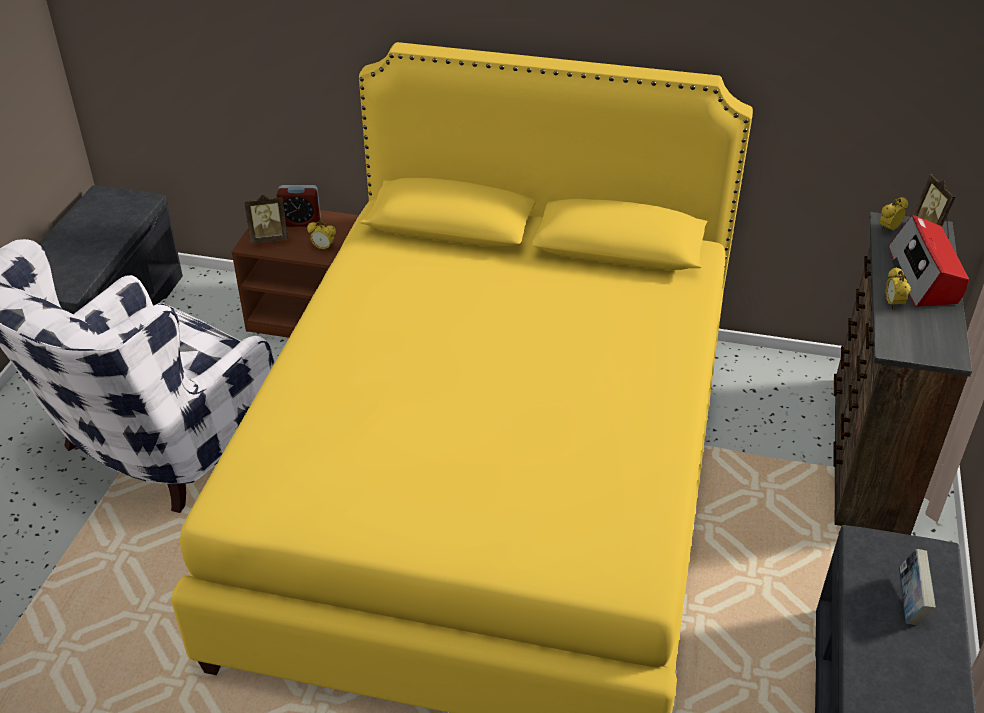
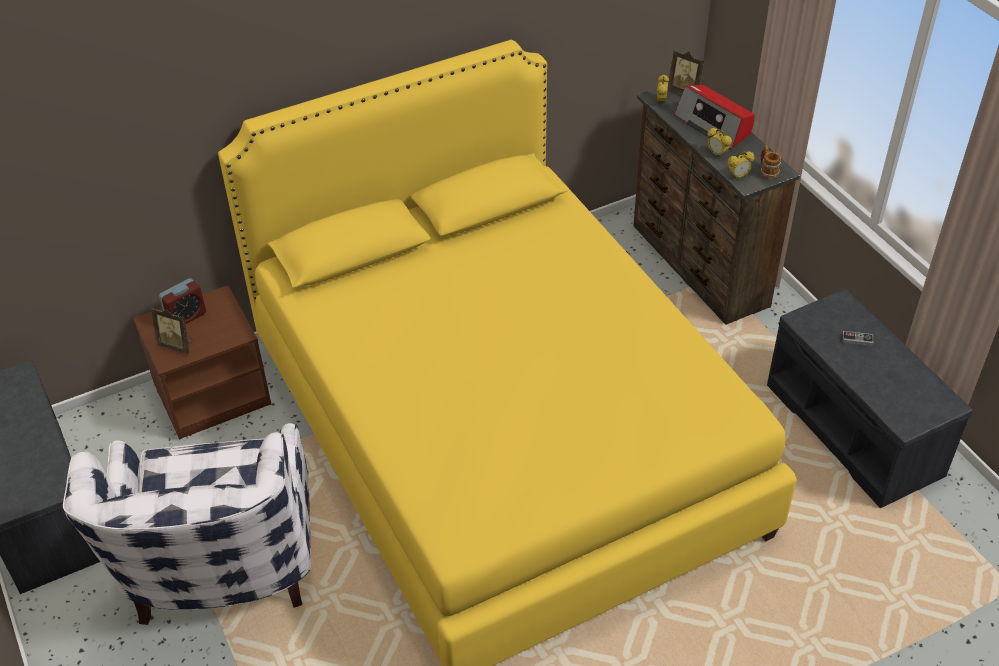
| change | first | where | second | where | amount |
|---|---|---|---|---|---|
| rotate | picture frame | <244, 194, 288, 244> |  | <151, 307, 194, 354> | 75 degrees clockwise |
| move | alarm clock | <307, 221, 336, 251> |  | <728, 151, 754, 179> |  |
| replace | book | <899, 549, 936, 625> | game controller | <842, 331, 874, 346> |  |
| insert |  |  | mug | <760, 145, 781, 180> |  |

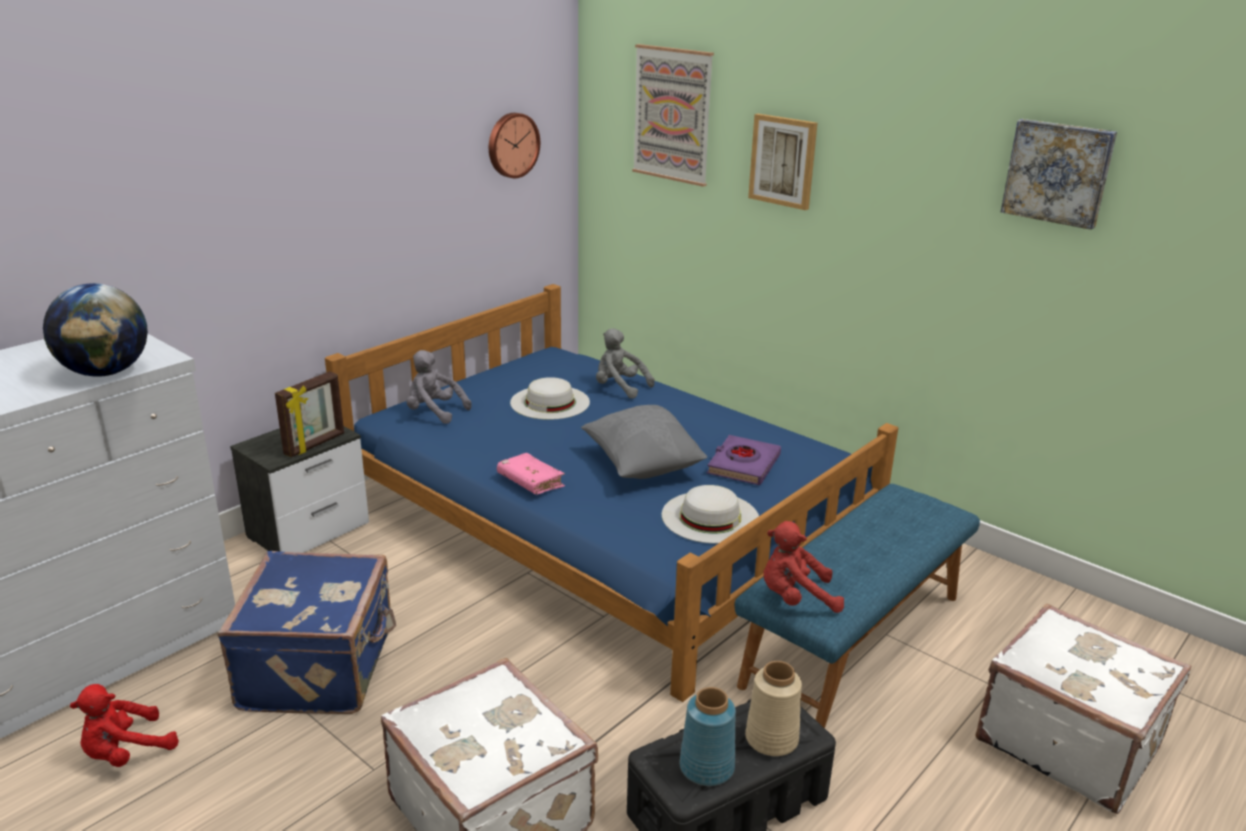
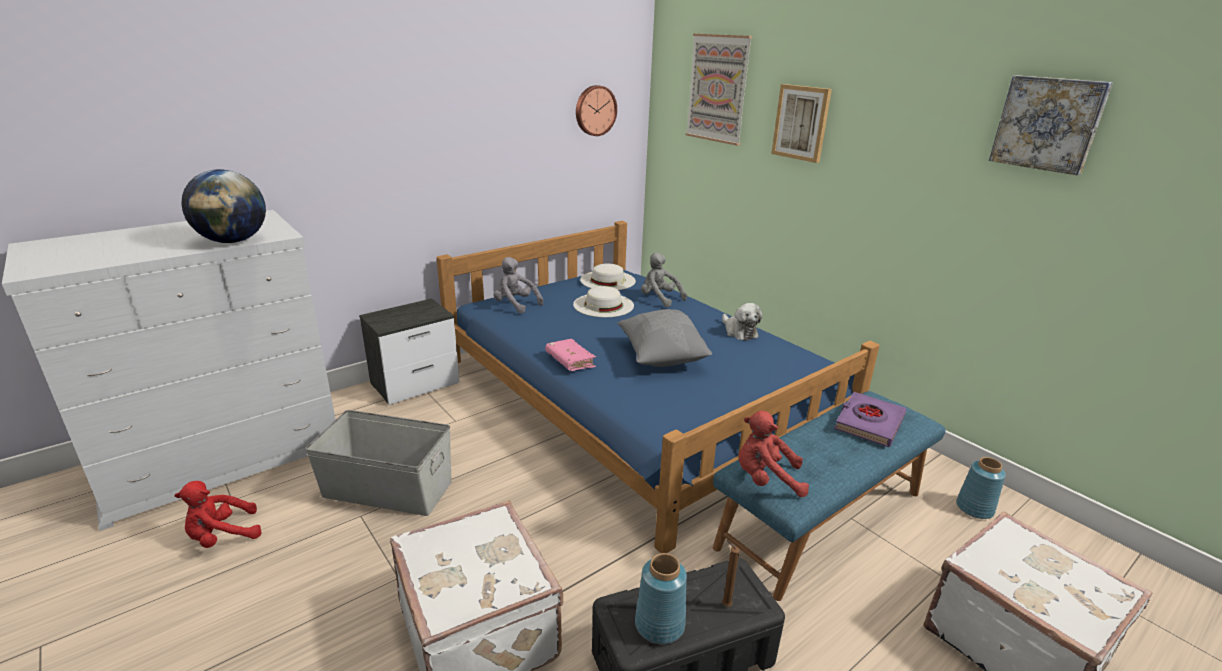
| change | first | where | second | where | amount |
|---|---|---|---|---|---|
| delete | picture frame | <275, 371, 344, 457> |  |  |  |
| move | purple book | <707, 435, 781, 485> |  | <834, 392, 907, 447> |  |
| move | white hat | <662, 485, 759, 543> |  | <580, 264, 636, 290> |  |
| replace | blue suitcase | <218, 551, 396, 714> | grey storage box | <305, 410, 452, 516> |  |
| replace | beige vase | <745, 661, 802, 756> | brown candle | <722, 540, 739, 607> |  |
| insert |  |  | plush toy | <722, 303, 762, 341> |  |
| insert |  |  | blue vase | <956, 457, 1006, 519> |  |

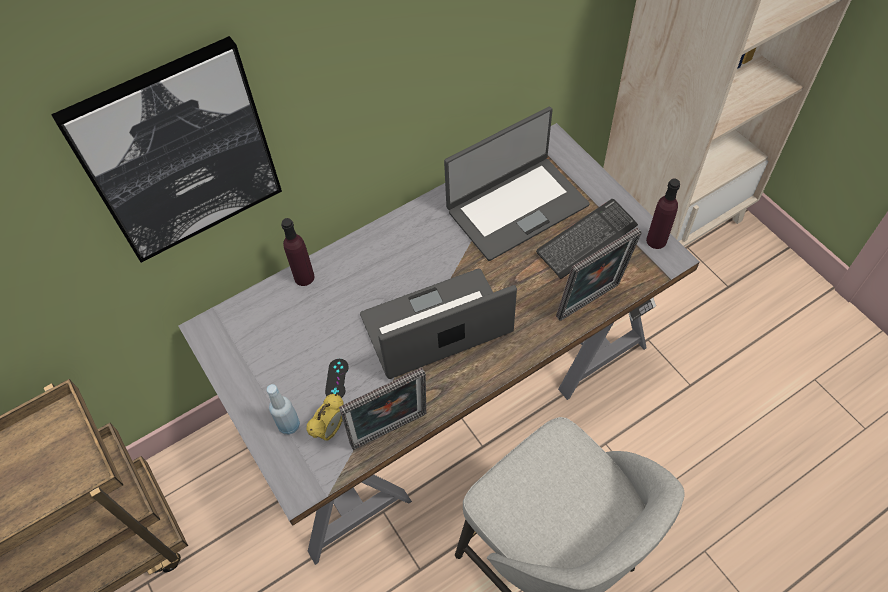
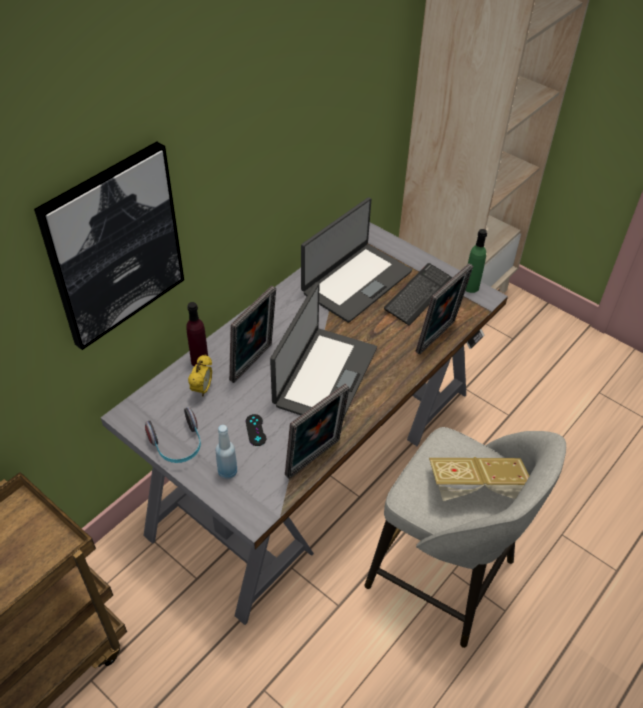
| change | first | where | second | where | amount |
|---|---|---|---|---|---|
| recolor | purple bottle | <646, 179, 680, 249> | green bottle | <465, 229, 487, 293> |  |
| rotate | laptop | <360, 268, 517, 379> |  | <270, 282, 377, 416> | 150 degrees clockwise |
| move | alarm clock | <306, 394, 344, 440> |  | <188, 354, 212, 396> |  |
| insert |  |  | picture frame | <229, 286, 276, 383> |  |
| insert |  |  | headphones | <145, 407, 201, 463> |  |
| insert |  |  | book | <429, 457, 529, 501> |  |

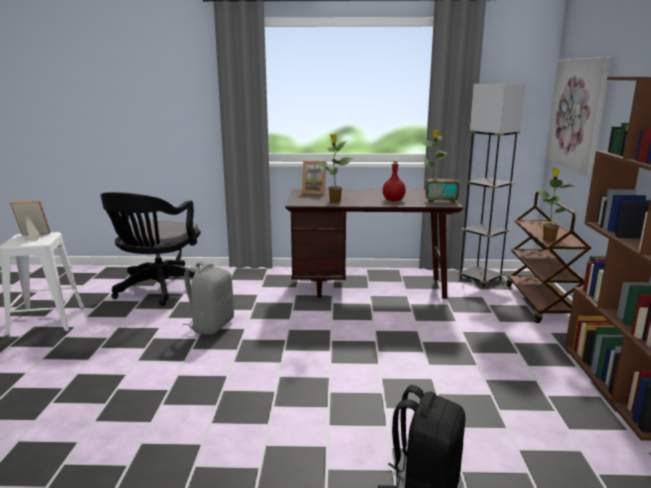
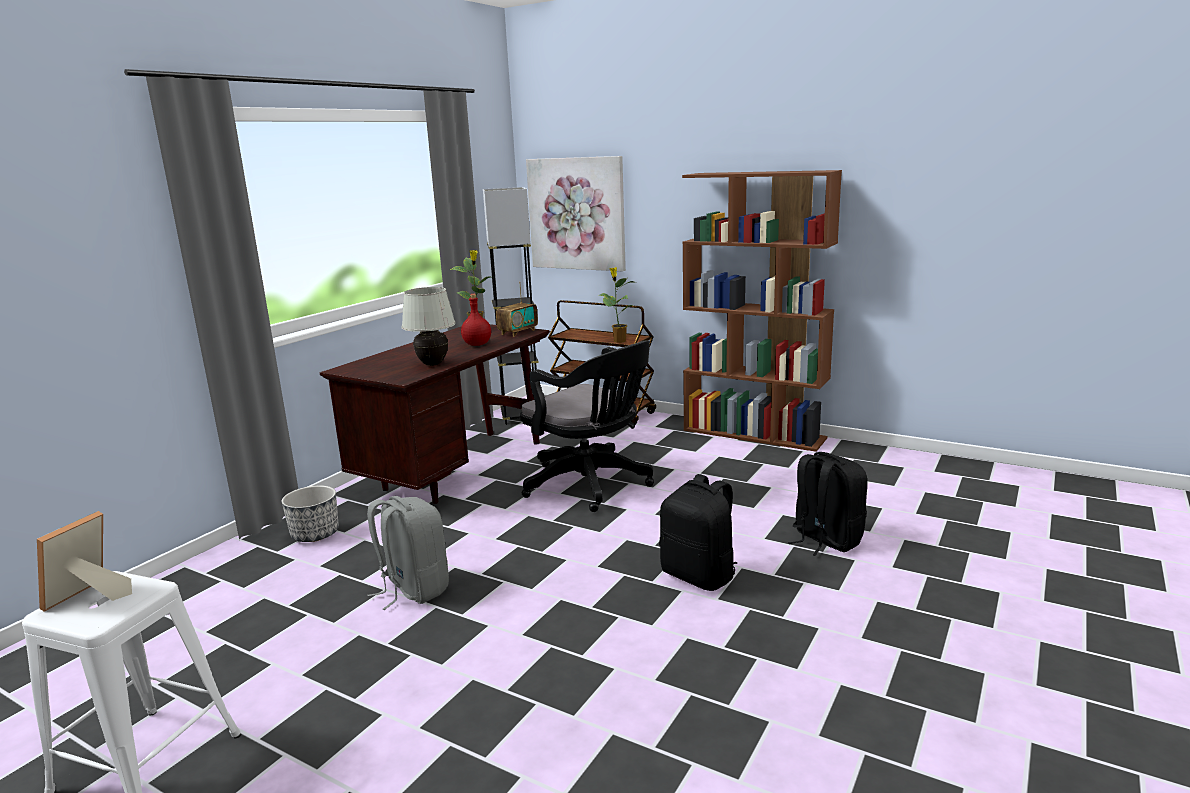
| change | first | where | second | where | amount |
|---|---|---|---|---|---|
| replace | potted plant | <314, 134, 354, 203> | white table lamp | <402, 287, 455, 366> |  |
| delete | picture frame | <302, 161, 327, 194> |  |  |  |
| move | black office chair | <100, 192, 201, 306> |  | <520, 340, 654, 512> |  |
| insert |  |  | black backpack | <659, 474, 737, 591> |  |
| insert |  |  | planter | <282, 485, 339, 542> |  |

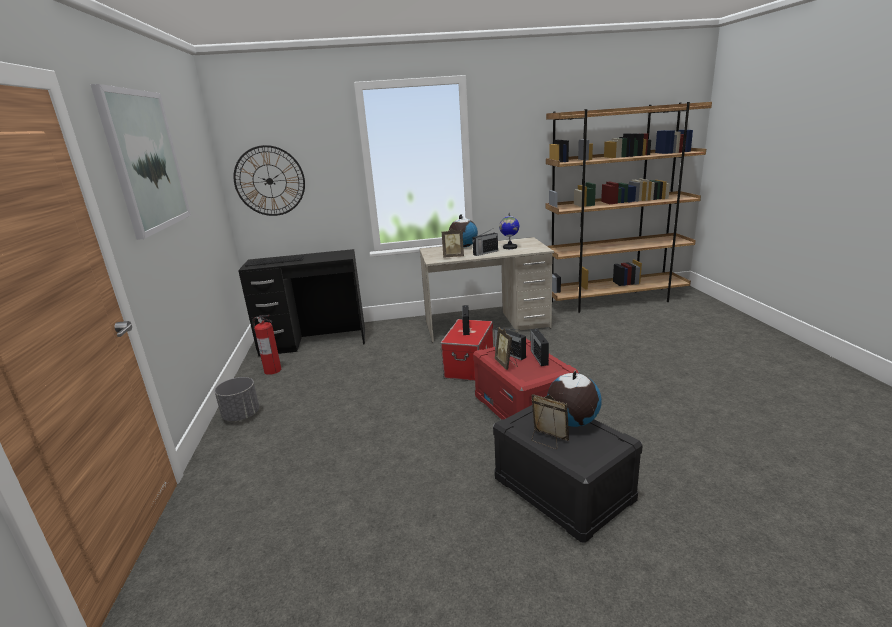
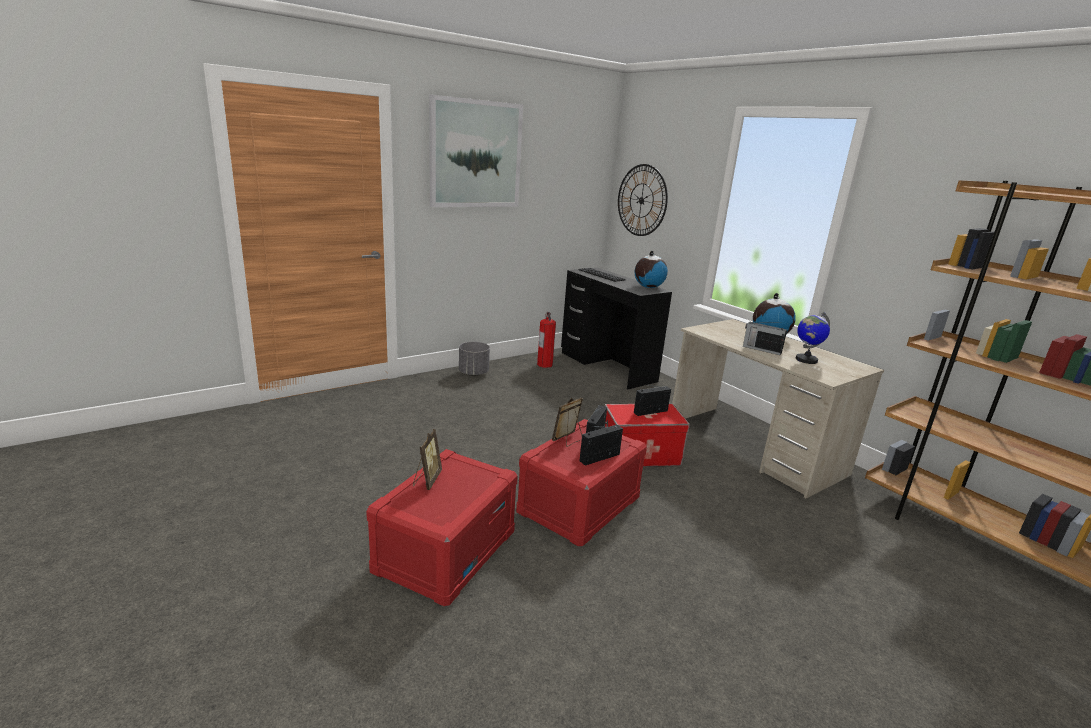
| change | first | where | second | where | amount |
|---|---|---|---|---|---|
| delete | picture frame | <442, 228, 464, 258> |  |  |  |
| move | globe | <547, 370, 602, 427> |  | <635, 251, 668, 288> |  |
| recolor | black storage box | <493, 396, 643, 543> | red storage box | <366, 449, 518, 607> |  |

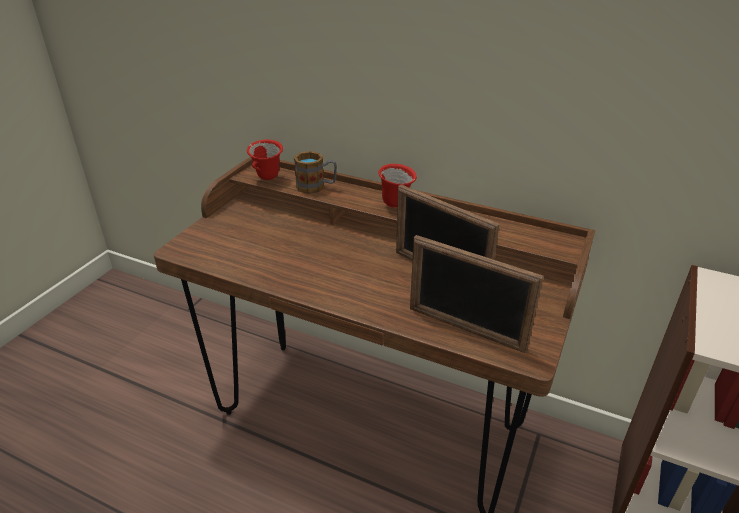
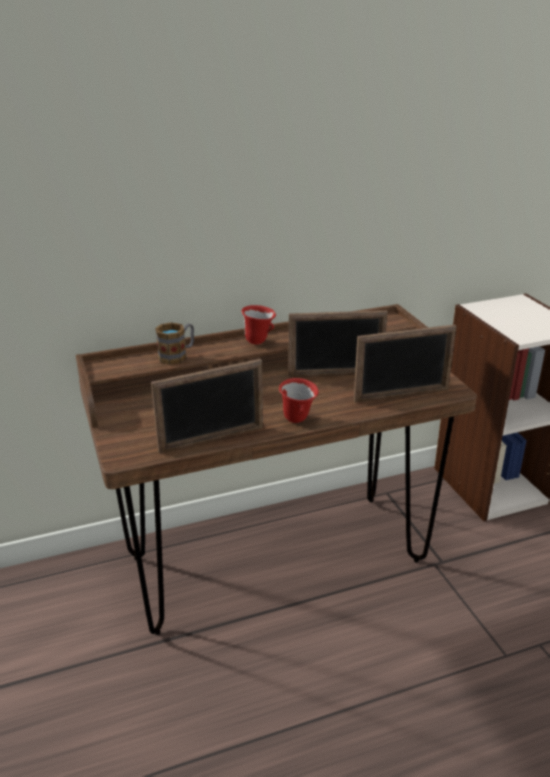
| change | first | where | second | where | amount |
|---|---|---|---|---|---|
| move | red mug | <247, 139, 283, 180> |  | <279, 378, 318, 423> |  |
| insert |  |  | picture frame | <151, 359, 263, 454> |  |

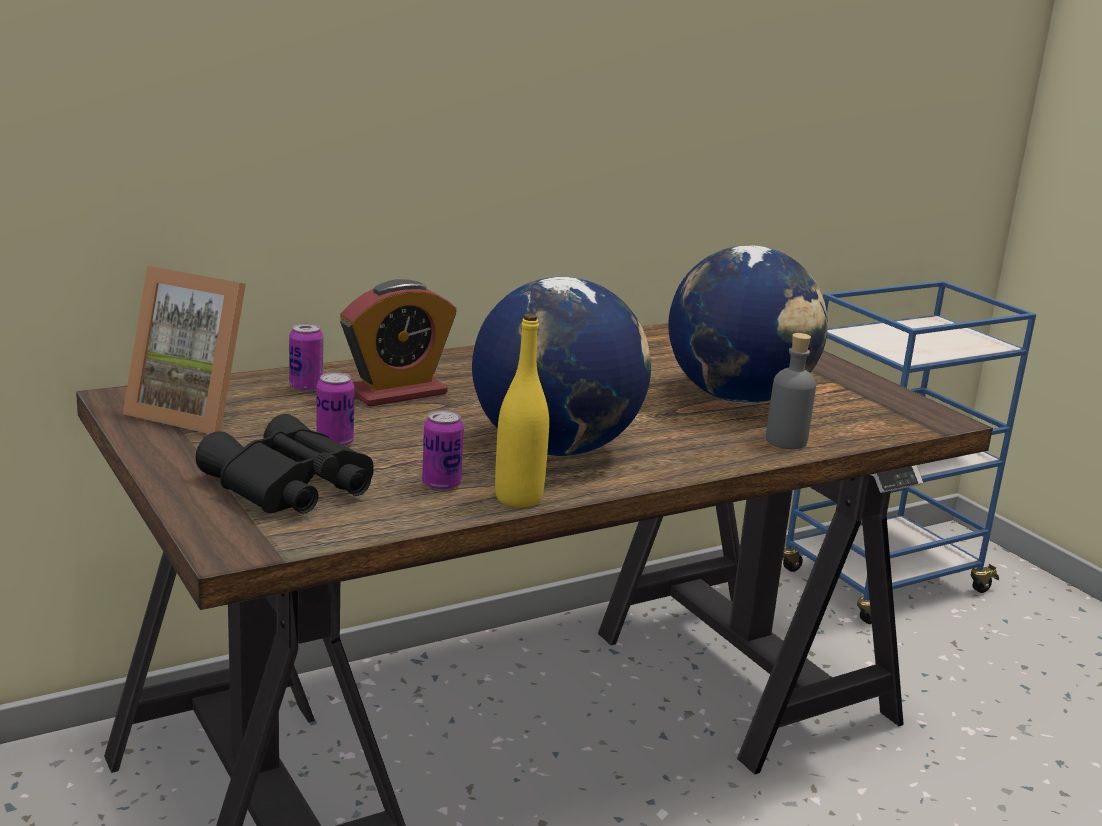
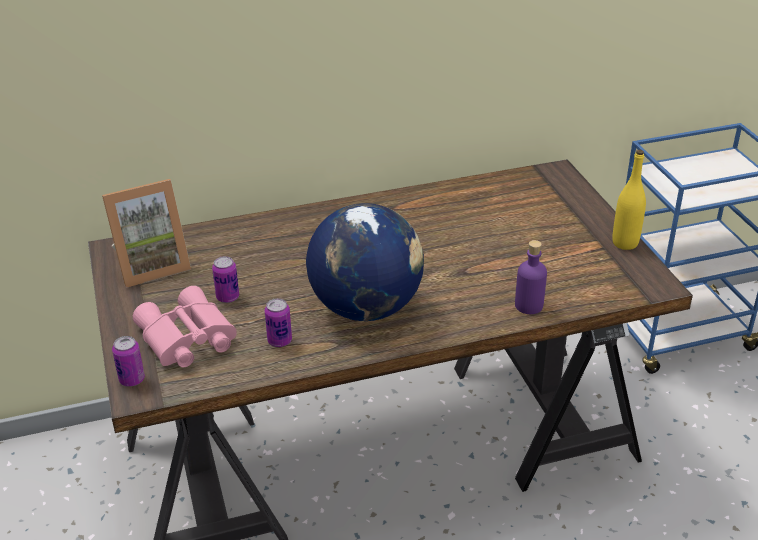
| change | first | where | second | where | amount |
|---|---|---|---|---|---|
| delete | globe | <668, 245, 828, 404> |  |  |  |
| rotate | picture frame | <123, 266, 246, 434> |  | <102, 179, 191, 288> | 60 degrees counterclockwise |
| delete | alarm clock | <340, 279, 457, 407> |  |  |  |
| move | yellow bottle | <495, 314, 549, 508> |  | <612, 150, 646, 250> |  |
| move | can | <289, 323, 323, 392> |  | <112, 336, 145, 387> |  |
| recolor | grey bottle | <766, 333, 816, 449> | purple bottle | <515, 240, 547, 314> |  |
| recolor | black binoculars | <196, 414, 374, 514> | pink binoculars | <133, 286, 237, 367> |  |

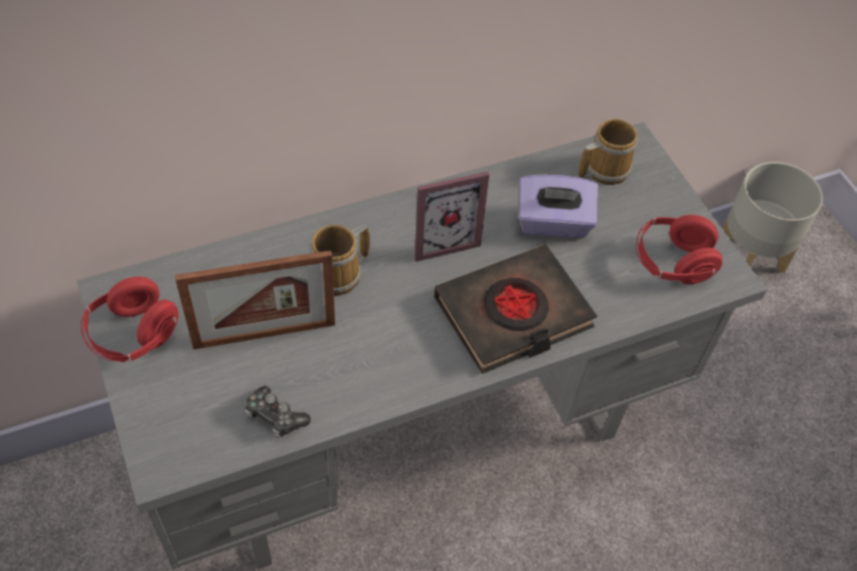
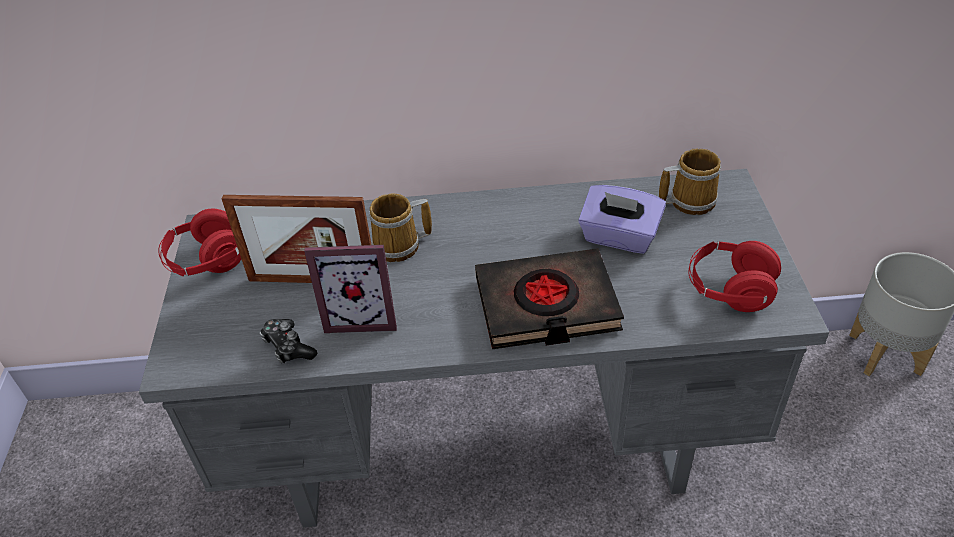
| change | first | where | second | where | amount |
|---|---|---|---|---|---|
| move | picture frame | <415, 172, 489, 262> |  | <304, 245, 397, 333> |  |

